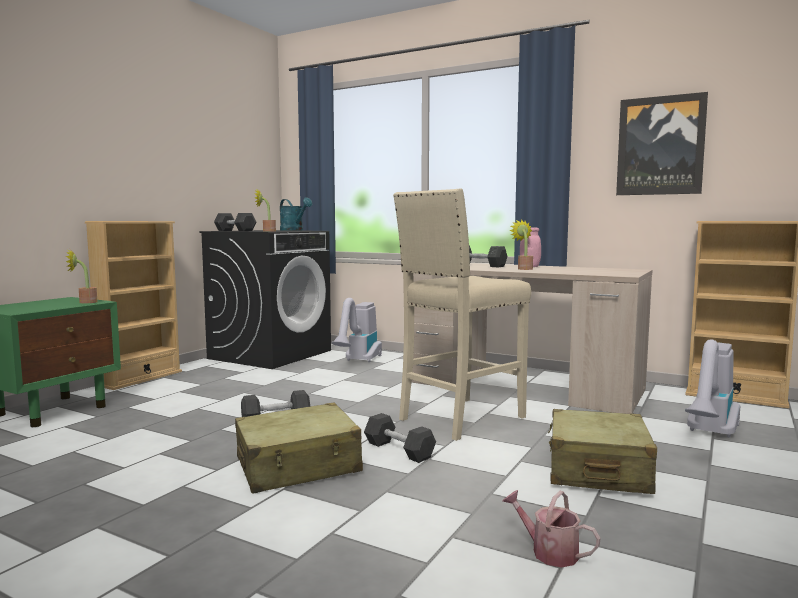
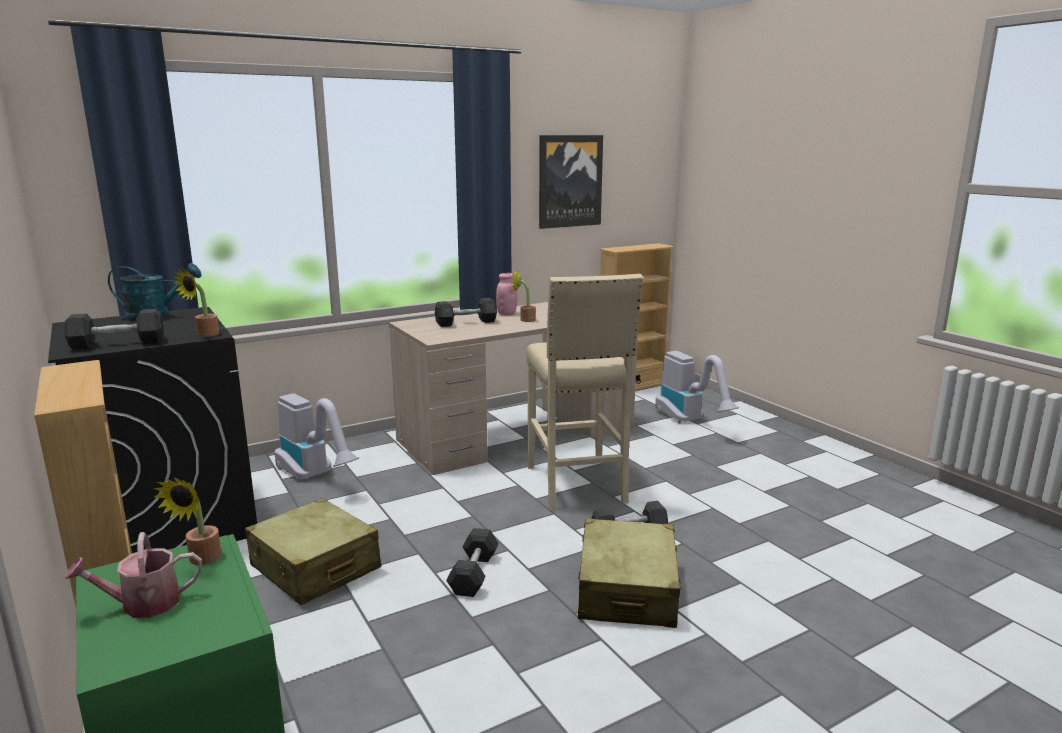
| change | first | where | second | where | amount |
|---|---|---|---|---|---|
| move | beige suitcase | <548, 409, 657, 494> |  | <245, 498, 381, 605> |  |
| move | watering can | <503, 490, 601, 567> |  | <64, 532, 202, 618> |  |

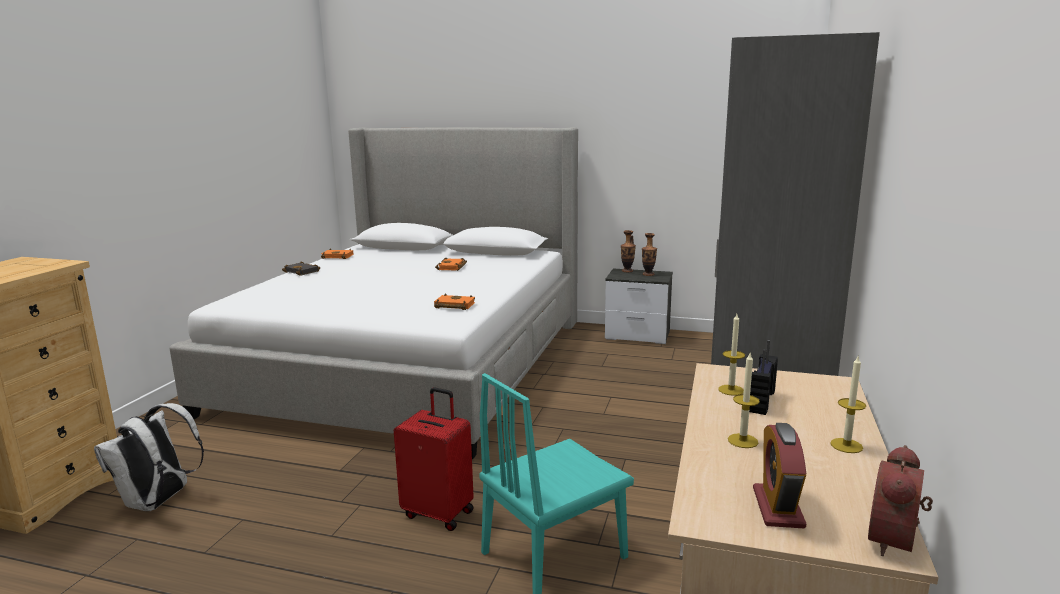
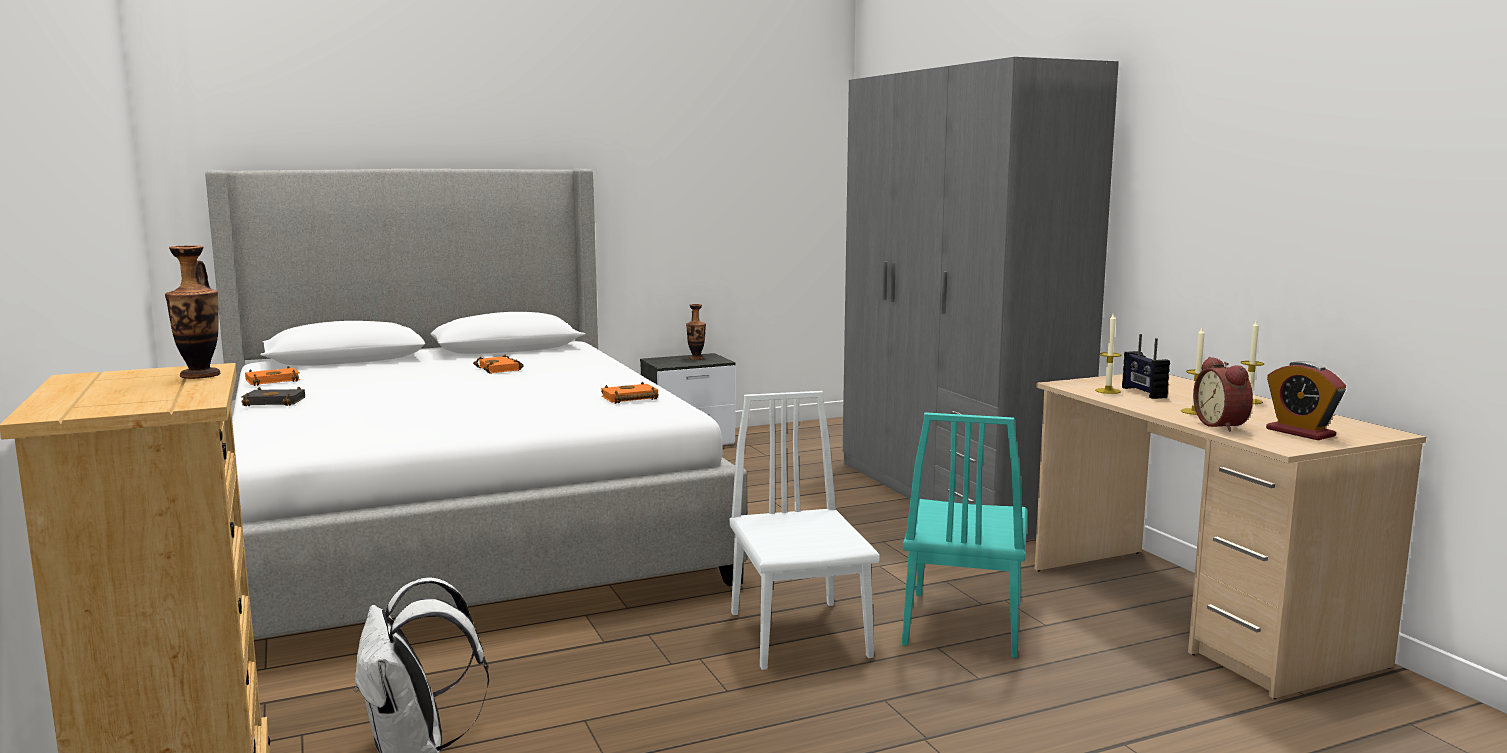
| change | first | where | second | where | amount |
|---|---|---|---|---|---|
| move | vase | <621, 230, 636, 272> |  | <165, 246, 220, 379> |  |
| replace | red suitcase | <394, 387, 474, 531> | white chair | <729, 391, 880, 670> |  |
| move | alarm clock | <868, 445, 933, 556> |  | <1193, 357, 1253, 432> |  |

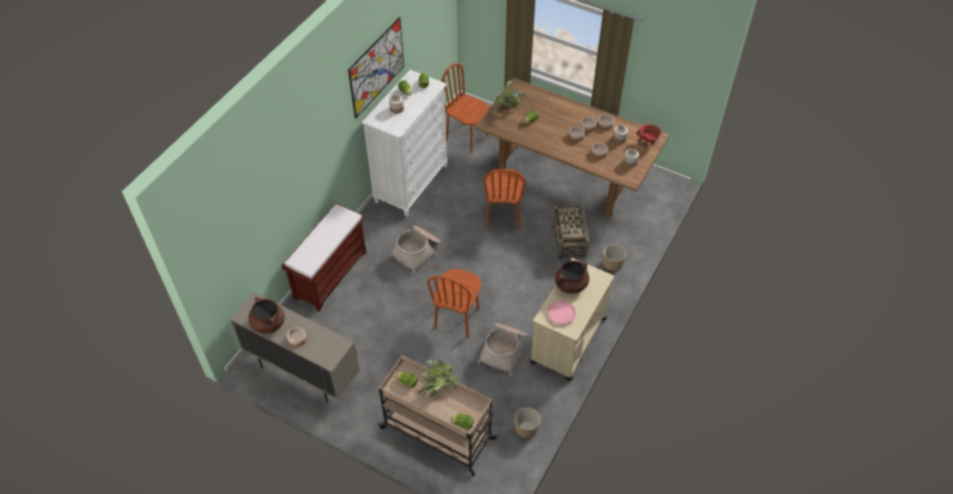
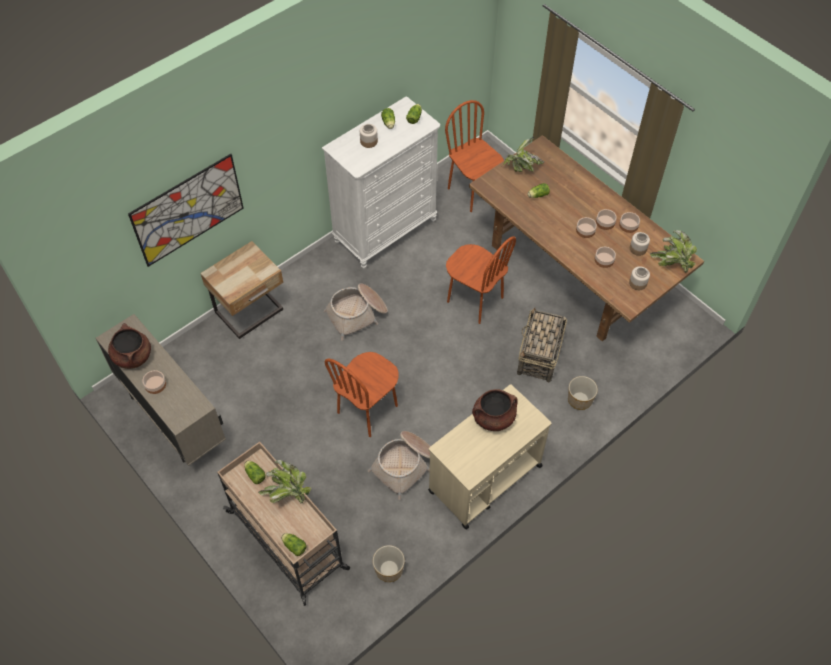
| change | first | where | second | where | amount |
|---|---|---|---|---|---|
| move | picture | <348, 17, 404, 119> |  | <128, 154, 244, 267> |  |
| replace | red cooking pot | <636, 124, 662, 145> | potted plant | <650, 230, 697, 273> |  |
| rotate | brown chair | <483, 169, 526, 229> |  | <446, 236, 516, 324> | 75 degrees counterclockwise |
| replace | brown bench | <282, 203, 366, 311> | beige nightstand | <200, 241, 283, 339> |  |
| delete | pink plate | <547, 301, 576, 325> |  |  |  |

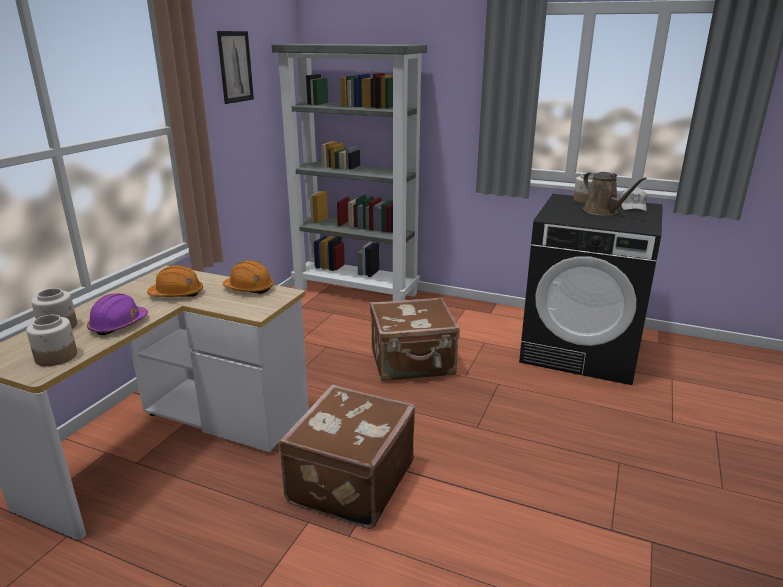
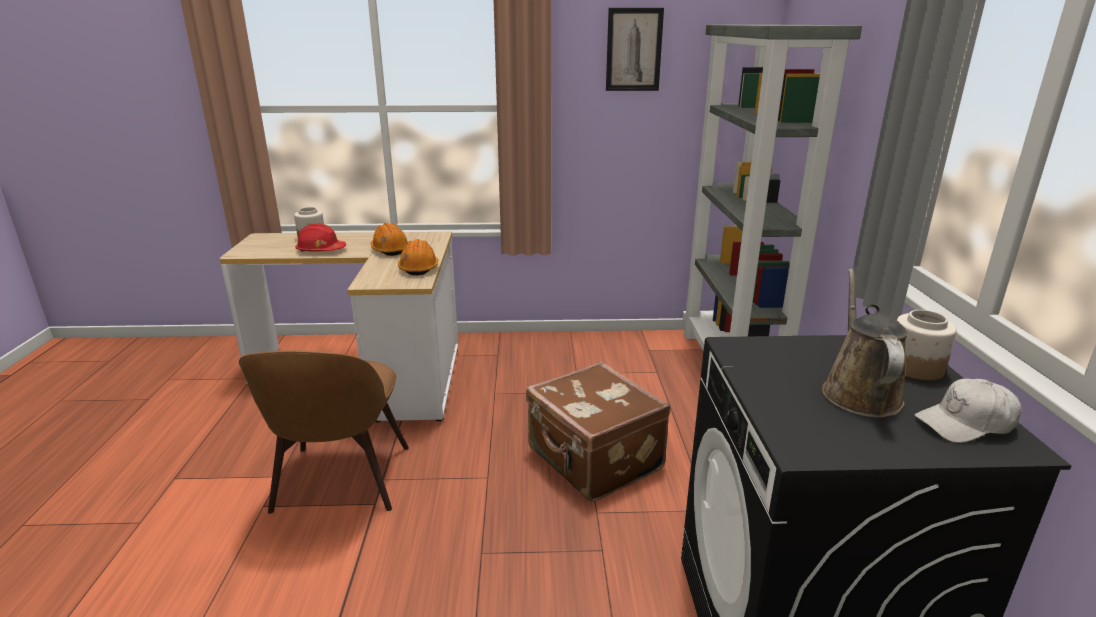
| change | first | where | second | where | amount |
|---|---|---|---|---|---|
| rotate | brown watering can | <583, 172, 647, 216> |  | <822, 269, 907, 418> | 150 degrees clockwise |
| recolor | purple hard hat | <87, 293, 148, 335> | red hard hat | <295, 223, 346, 252> |  |
| delete | jar | <26, 315, 77, 366> |  |  |  |
| replace | brown suitcase | <278, 385, 415, 529> | brown chair | <239, 350, 409, 514> |  |

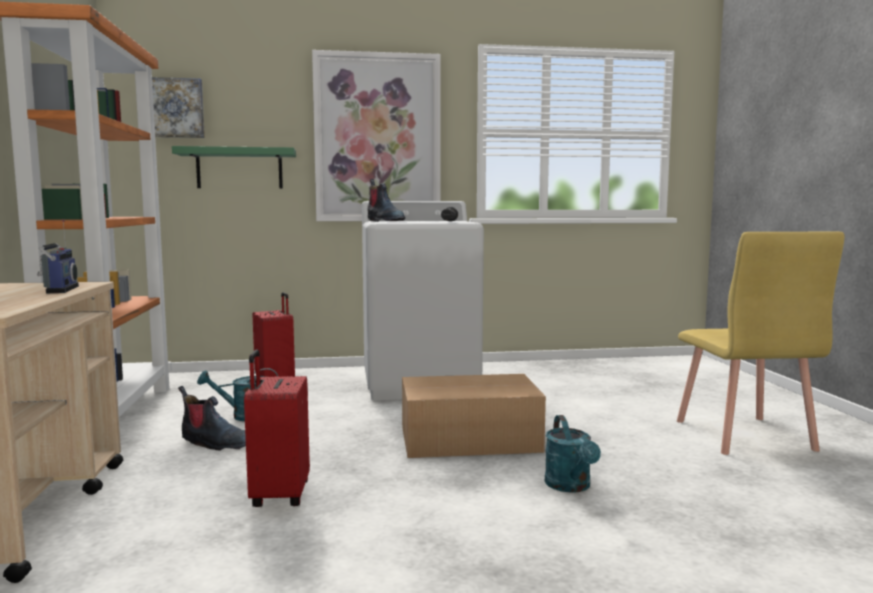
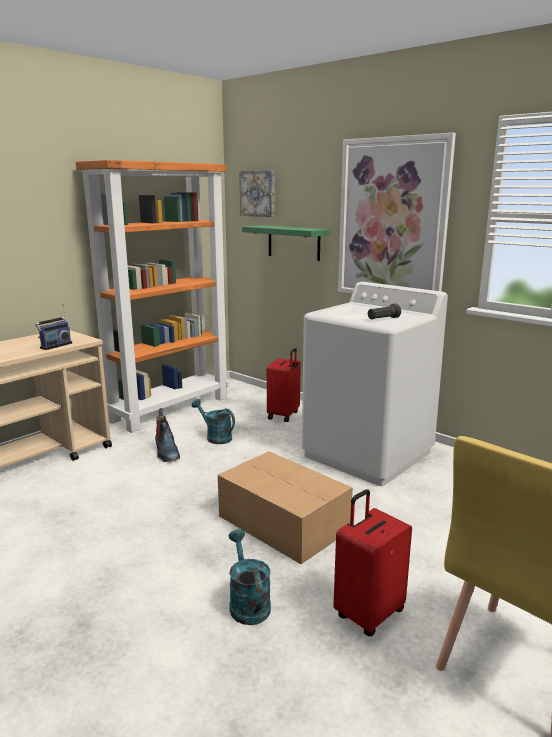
| change | first | where | second | where | amount |
|---|---|---|---|---|---|
| delete | boot | <368, 179, 405, 222> |  |  |  |
| move | red suitcase | <244, 350, 310, 507> |  | <333, 489, 412, 636> |  |
| rotate | turquoise watering can | <545, 415, 601, 493> |  | <229, 530, 271, 625> | 120 degrees clockwise |

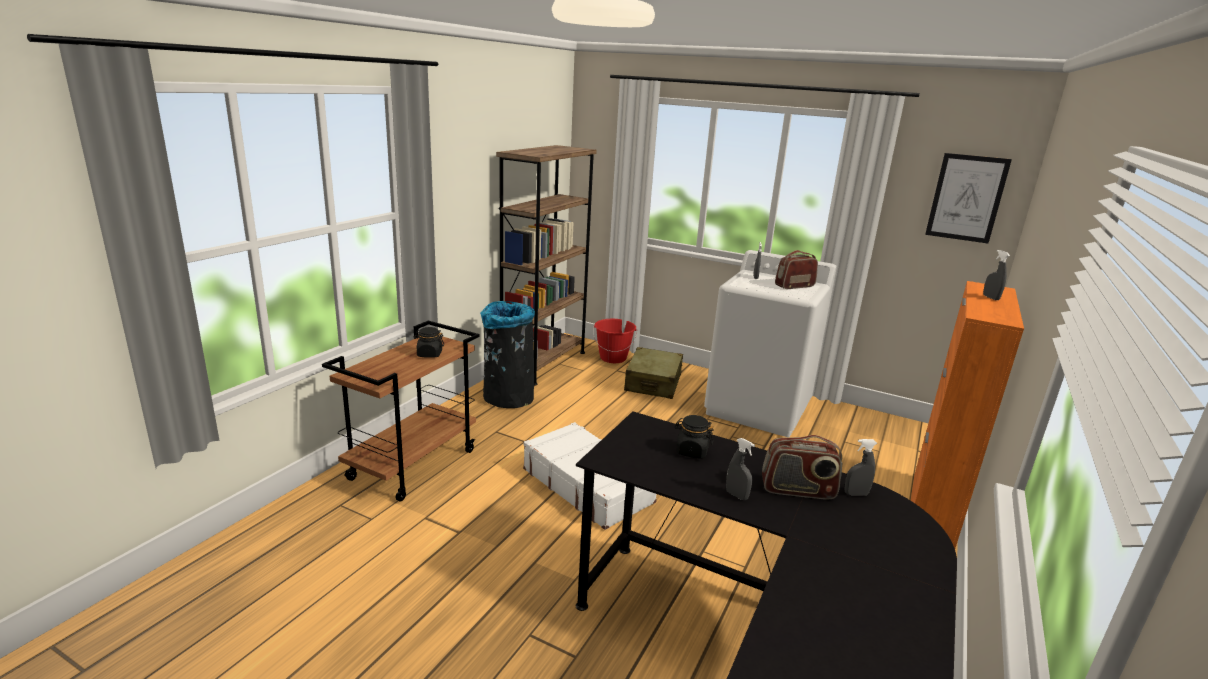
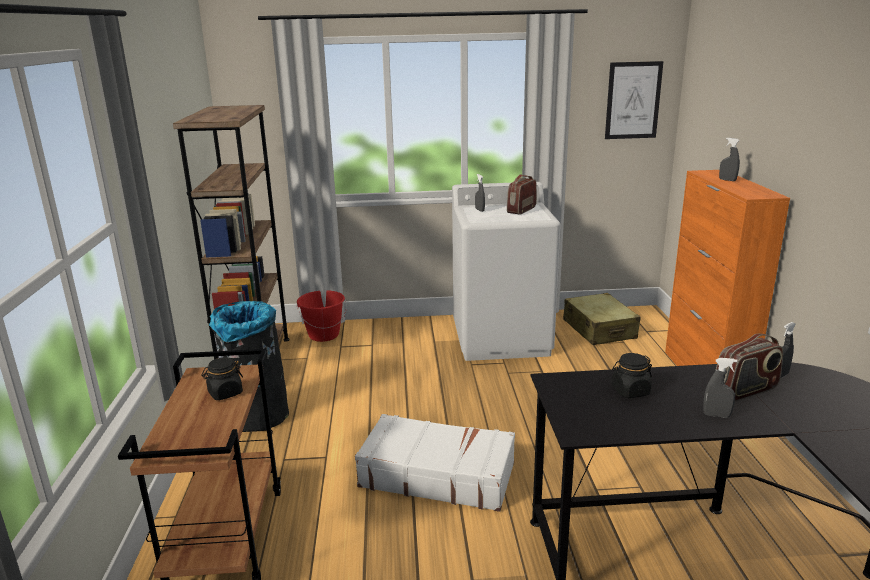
| change | first | where | second | where | amount |
|---|---|---|---|---|---|
| move | beige suitcase | <624, 347, 683, 399> |  | <563, 293, 641, 345> |  |

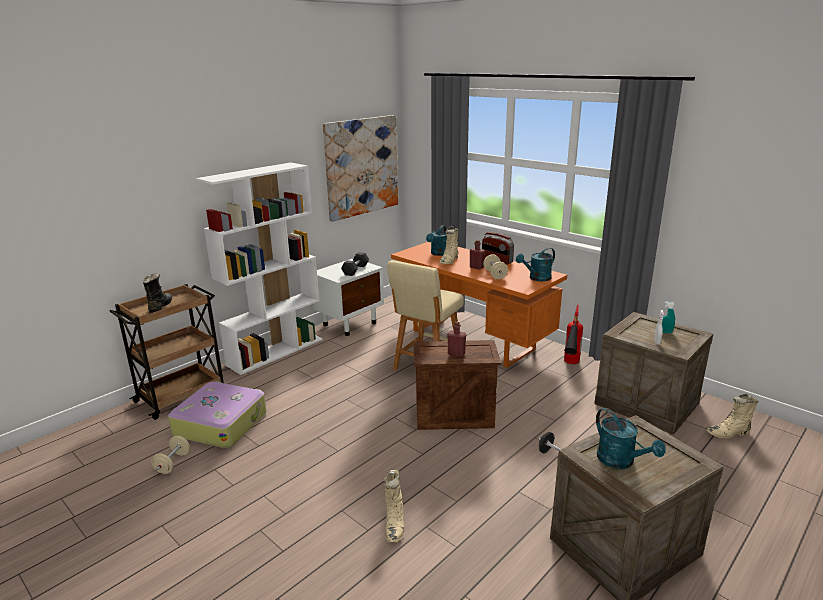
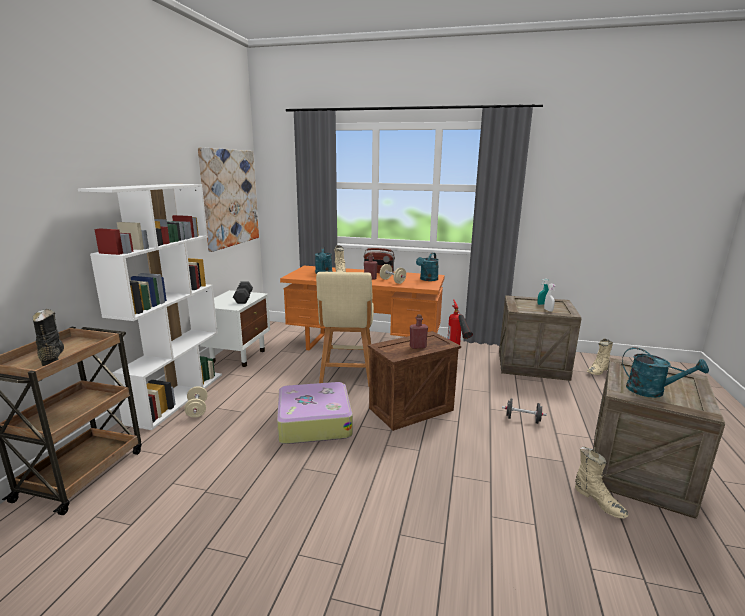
| change | first | where | second | where | amount |
|---|---|---|---|---|---|
| move | suitcase | <168, 381, 267, 448> |  | <277, 382, 353, 444> |  |
| move | beige dumbbell | <151, 436, 190, 474> |  | <184, 386, 208, 418> |  |
| move | beige boot | <383, 470, 404, 542> |  | <575, 447, 629, 518> |  |

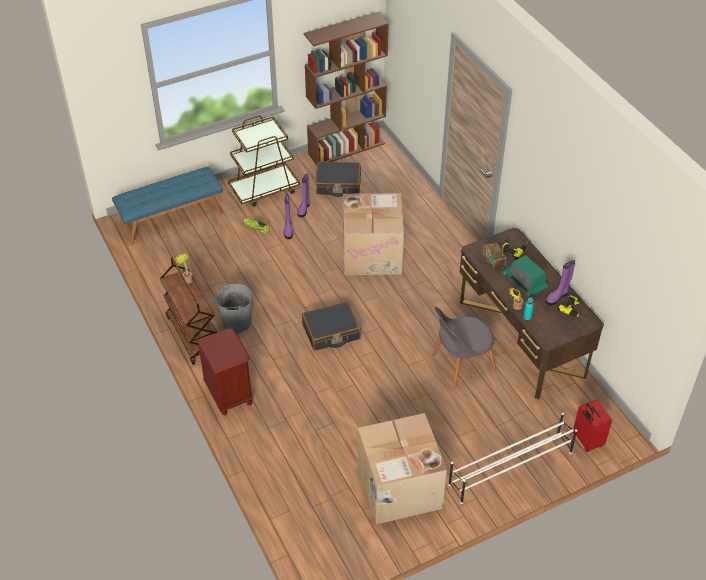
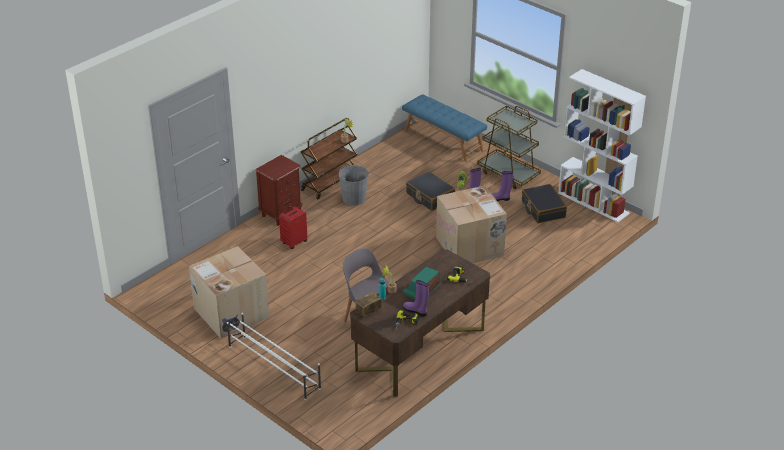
| change | first | where | second | where | amount |
|---|---|---|---|---|---|
| recolor | brown bookcase | <303, 12, 389, 165> | white bookcase | <558, 69, 646, 222> |  |
| move | radio | <483, 242, 506, 271> |  | <355, 292, 382, 318> |  |
| move | black suitcase | <302, 302, 361, 351> |  | <406, 171, 455, 211> |  |
| move | red suitcase | <573, 400, 612, 452> |  | <279, 201, 307, 249> |  |

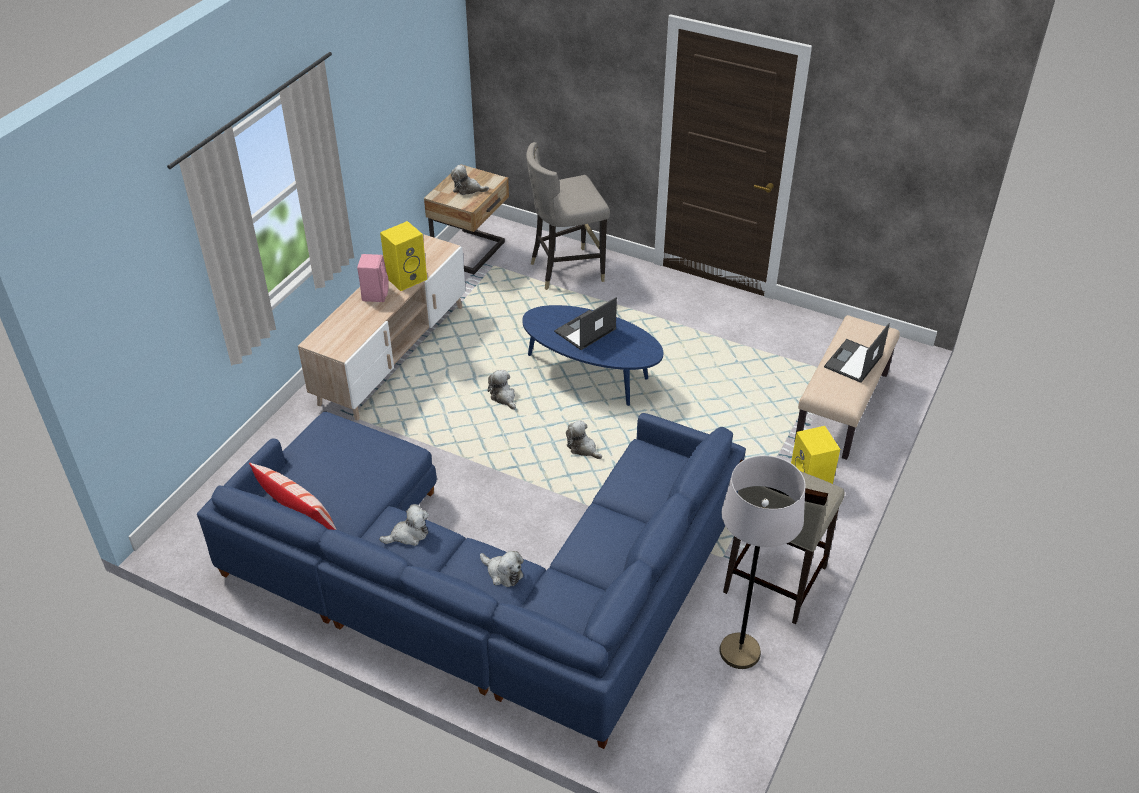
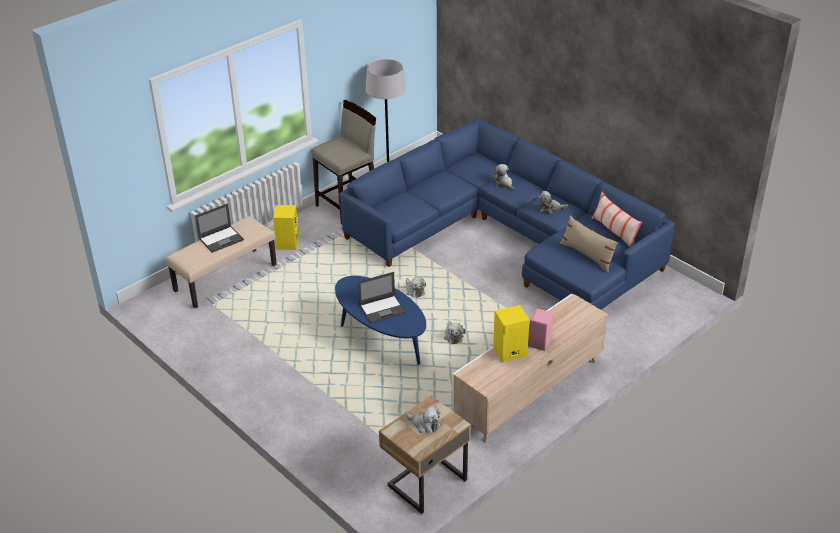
| change | first | where | second | where | amount |
|---|---|---|---|---|---|
| delete | grey stool | <526, 142, 610, 290> |  |  |  |
| insert |  |  | beige pillow | <560, 216, 618, 272> |  |

